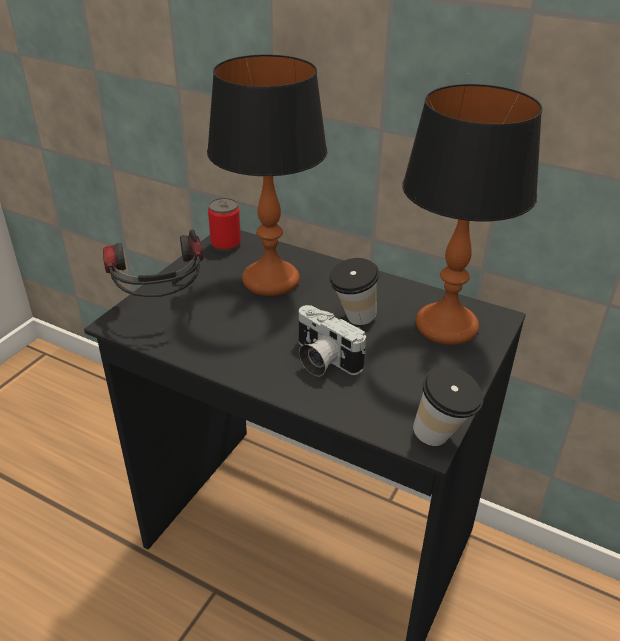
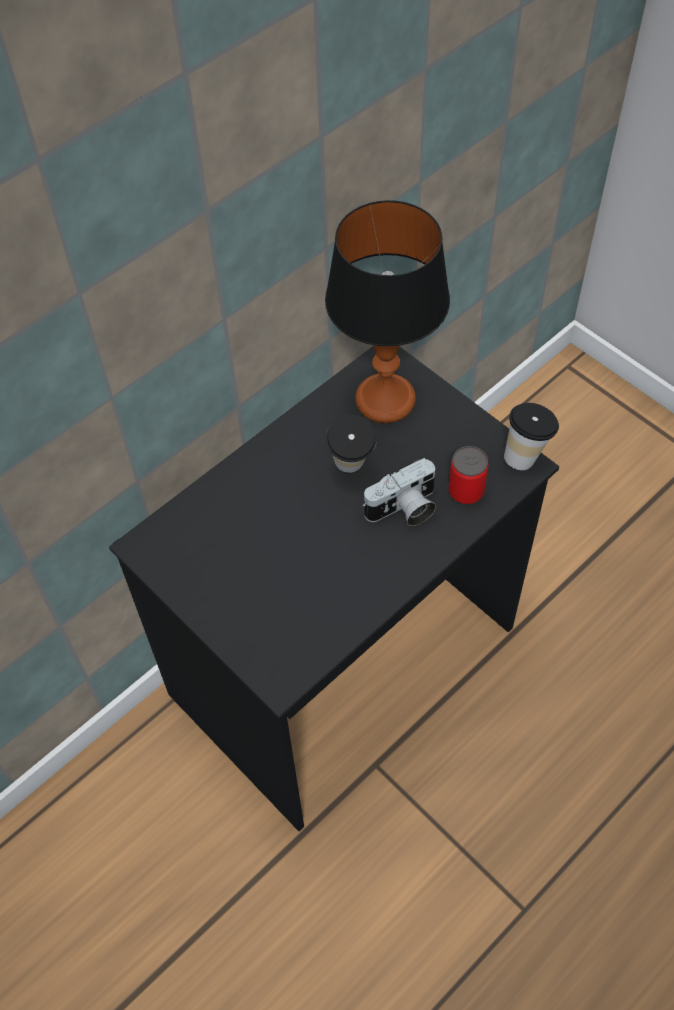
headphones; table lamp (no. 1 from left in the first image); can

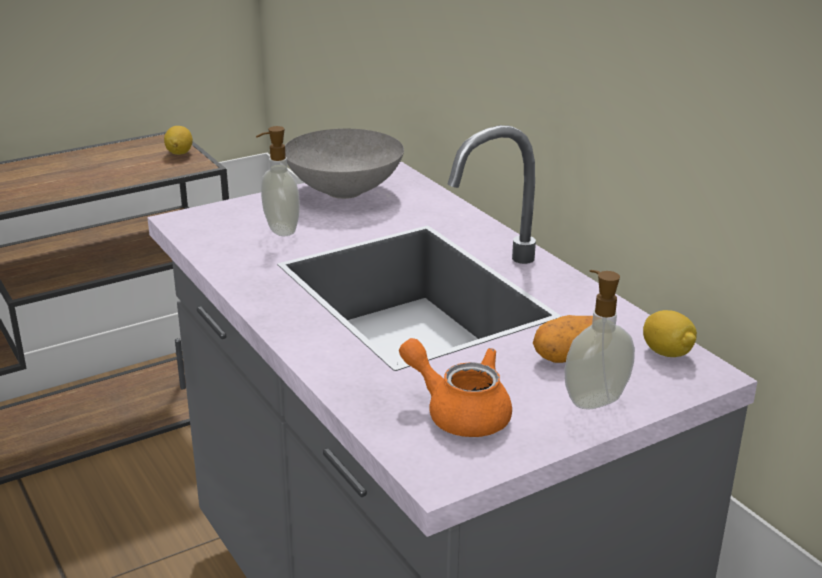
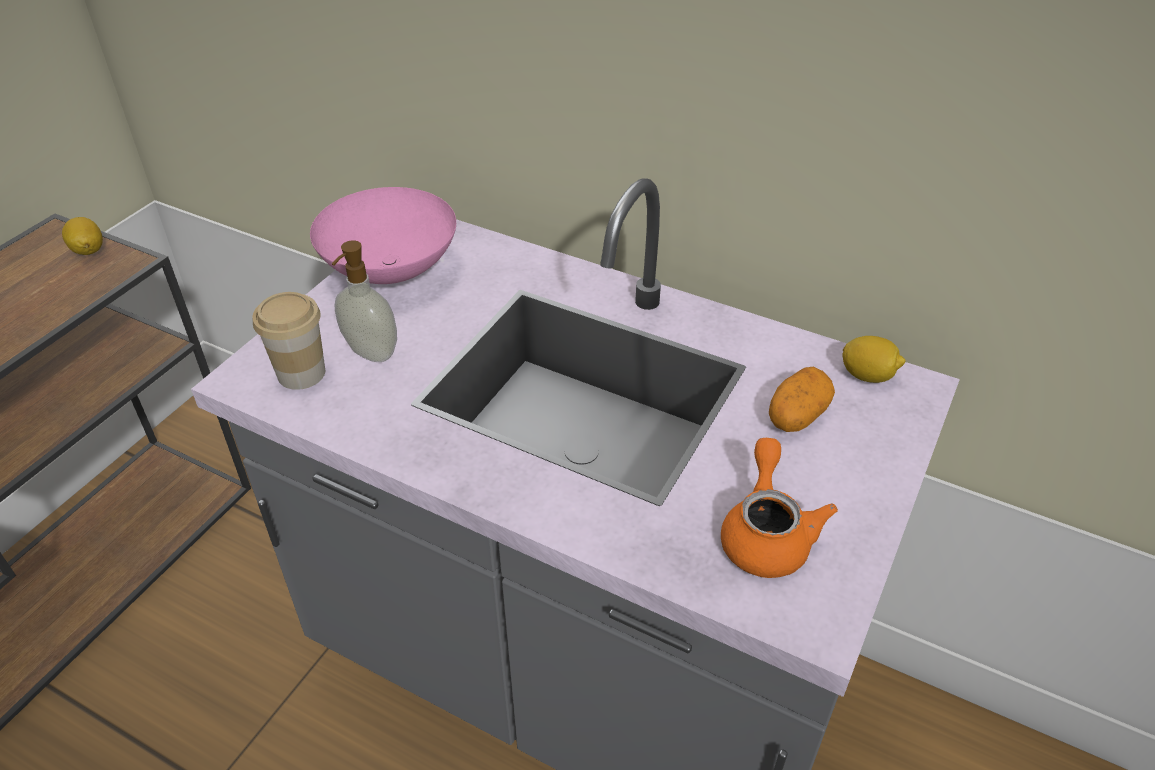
soap dispenser (no. 2 from left in the first image); cup; pink bowl; orange teapot

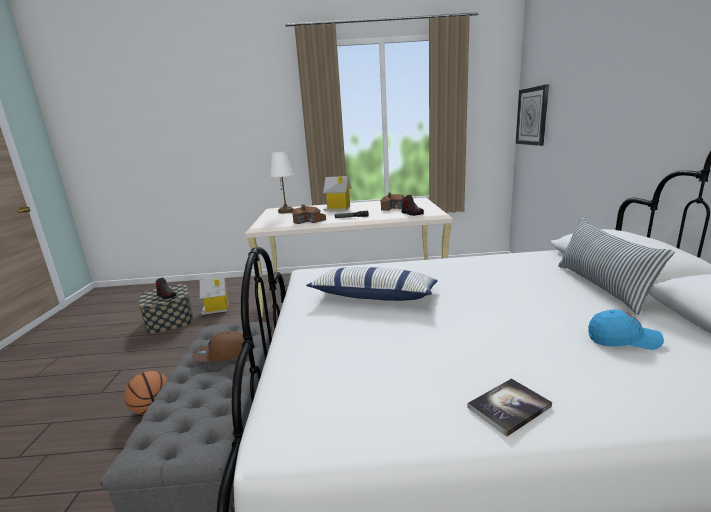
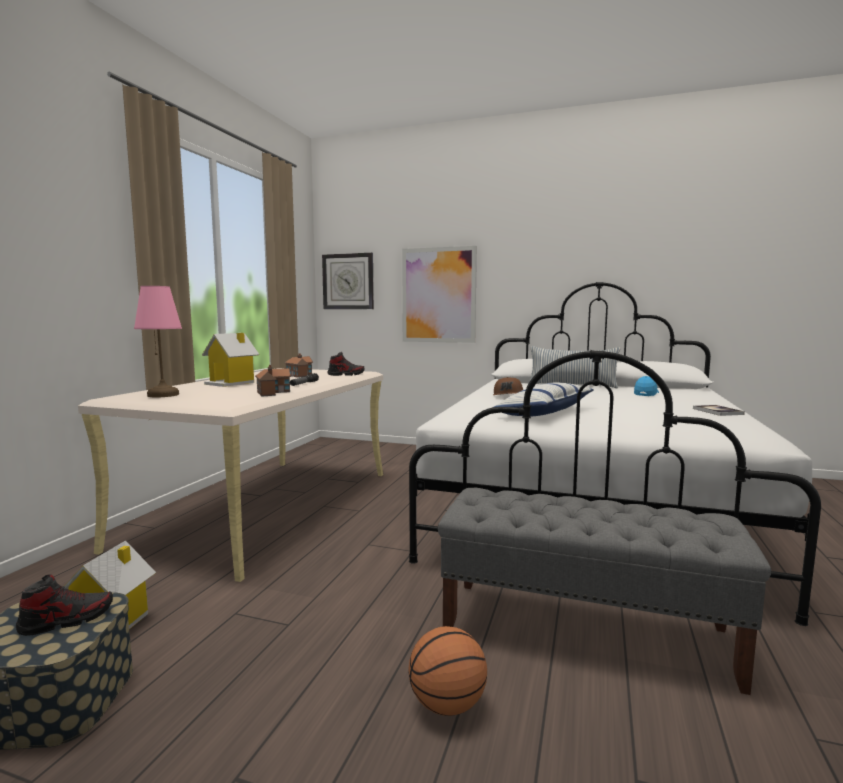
picture; brown cap; pink table lamp

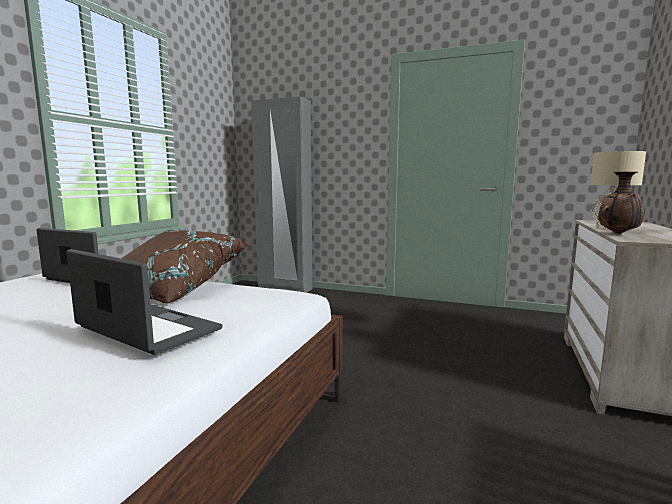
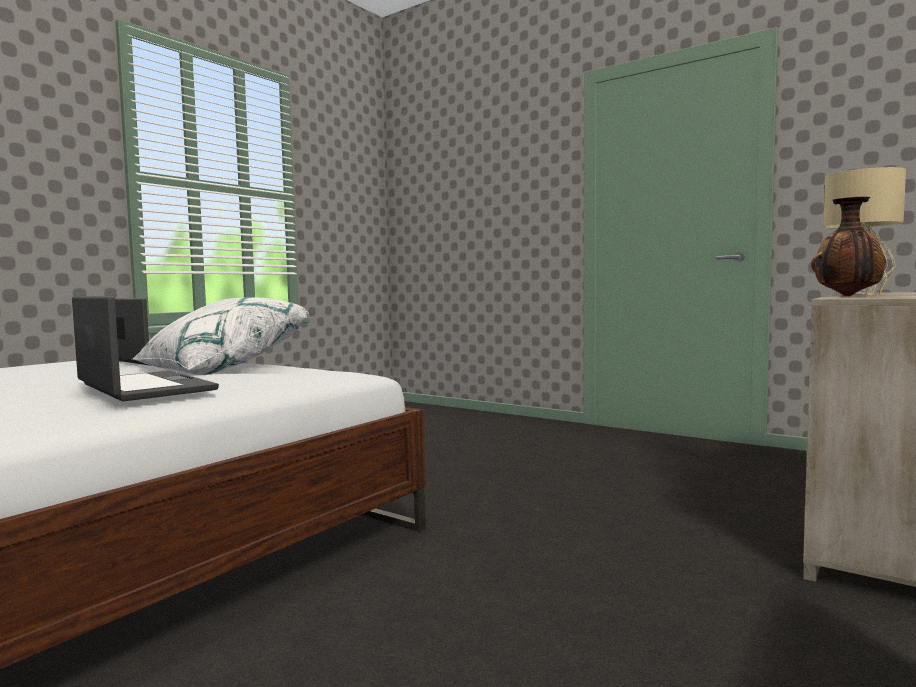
grey wardrobe; white pillow

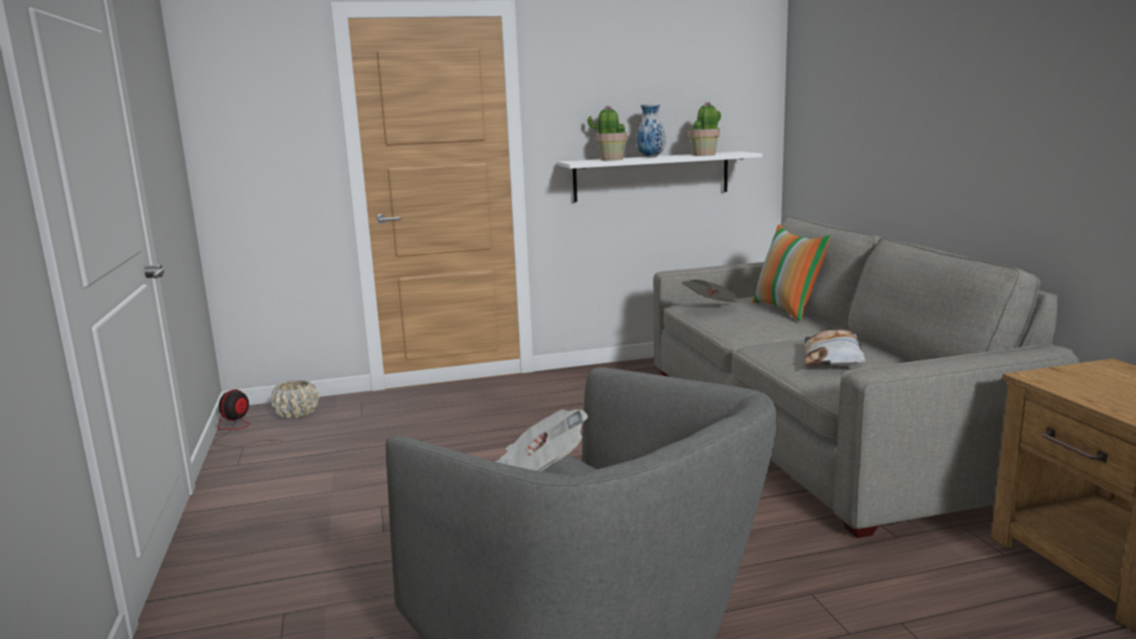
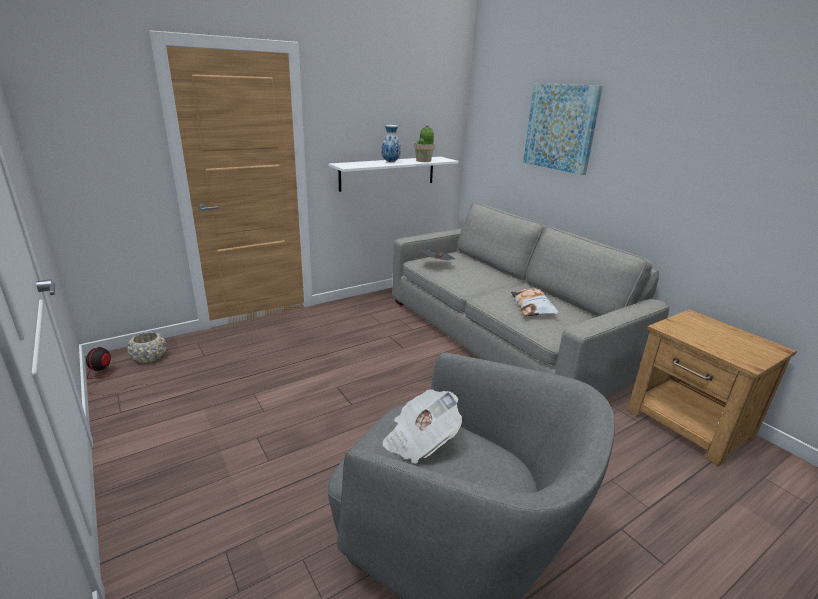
potted plant (no. 1 from left in the first image); pillow (no. 1 from left in the first image); picture

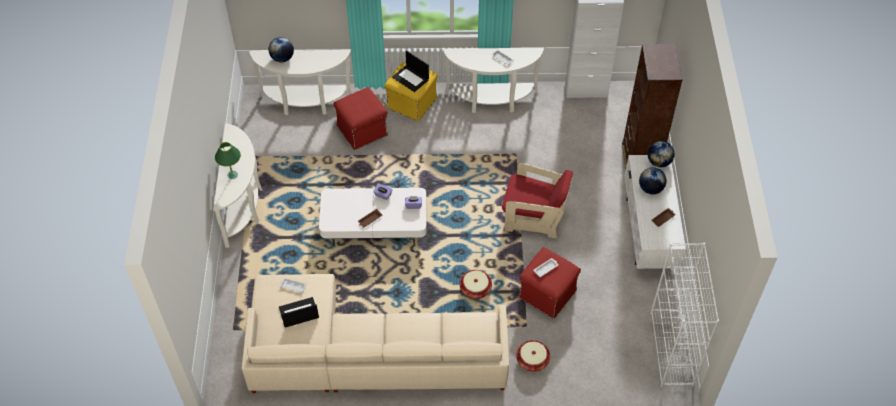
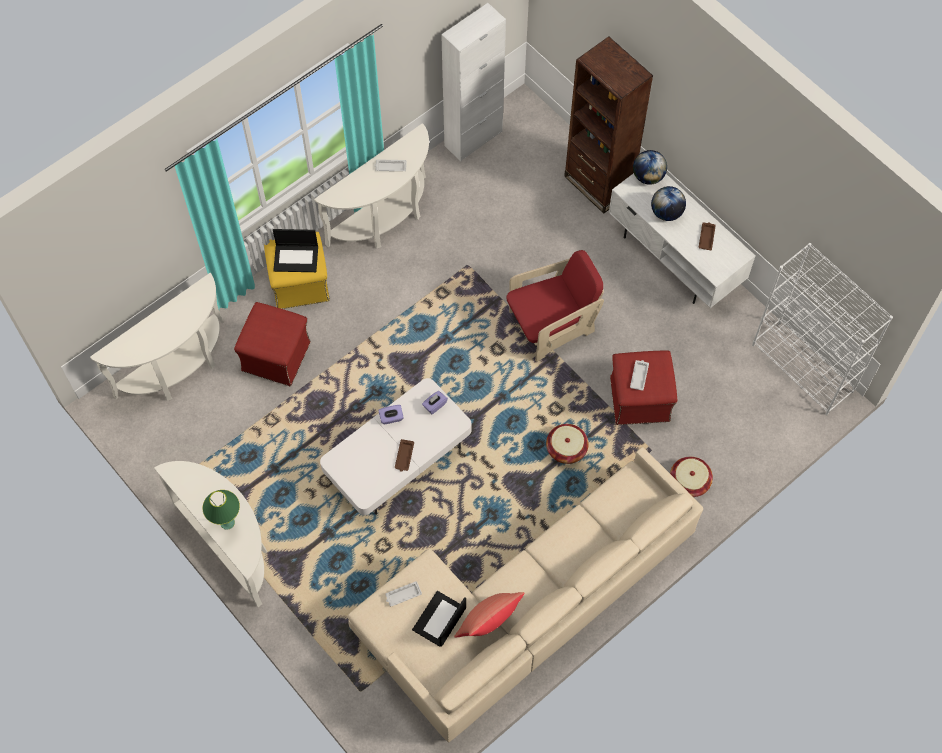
globe (no. 1 from left in the first image); red pillow

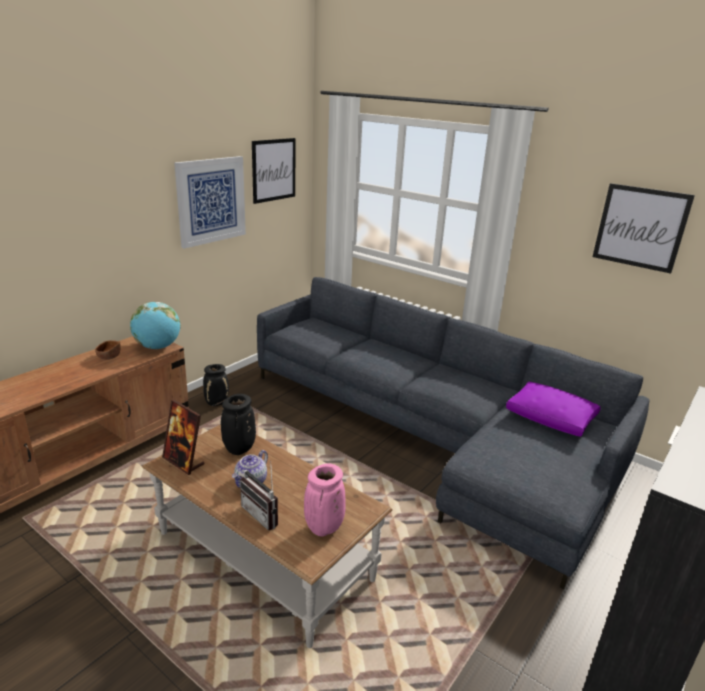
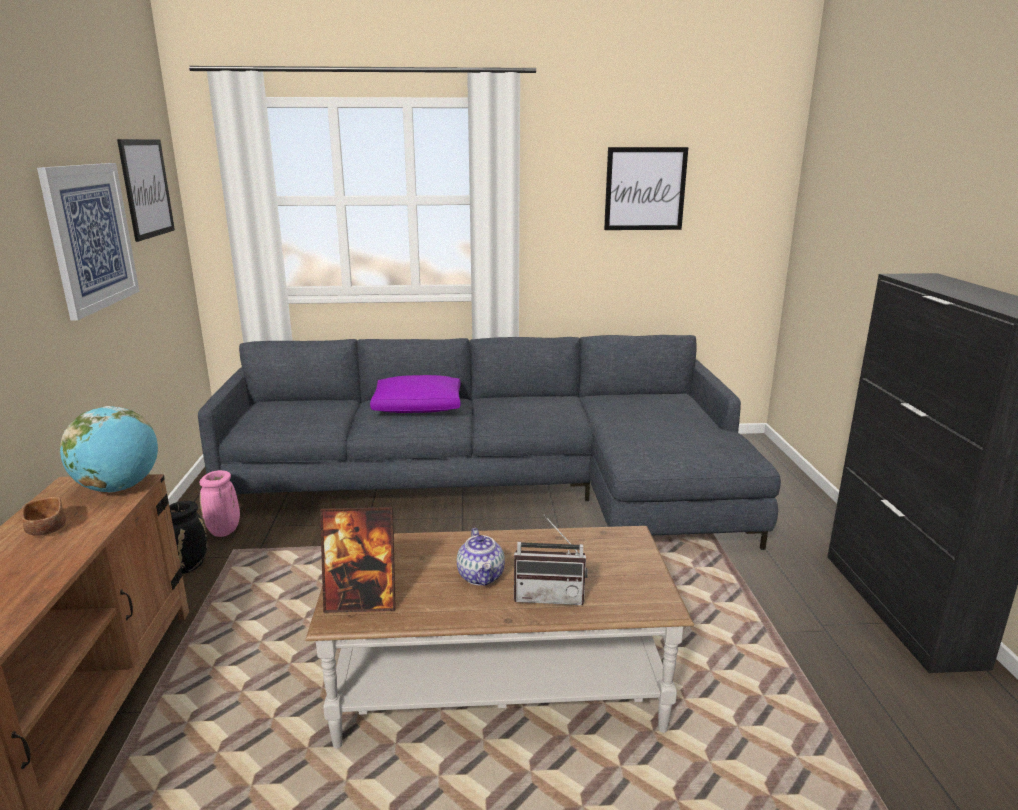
black vase (no. 2 from left in the first image); pink vase; purple pillow

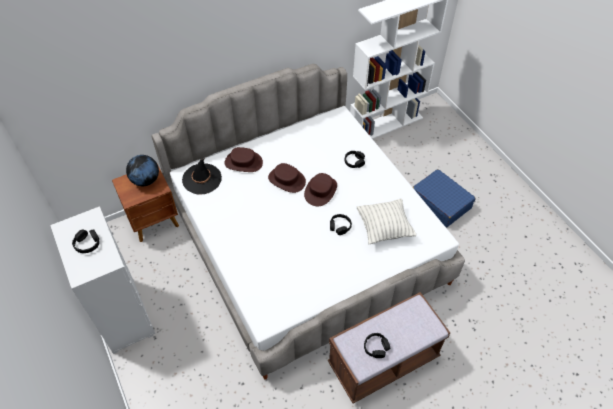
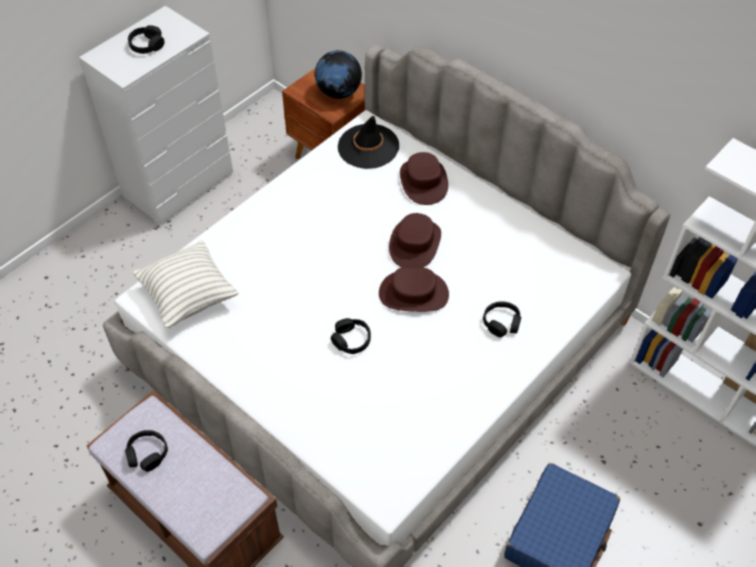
pillow

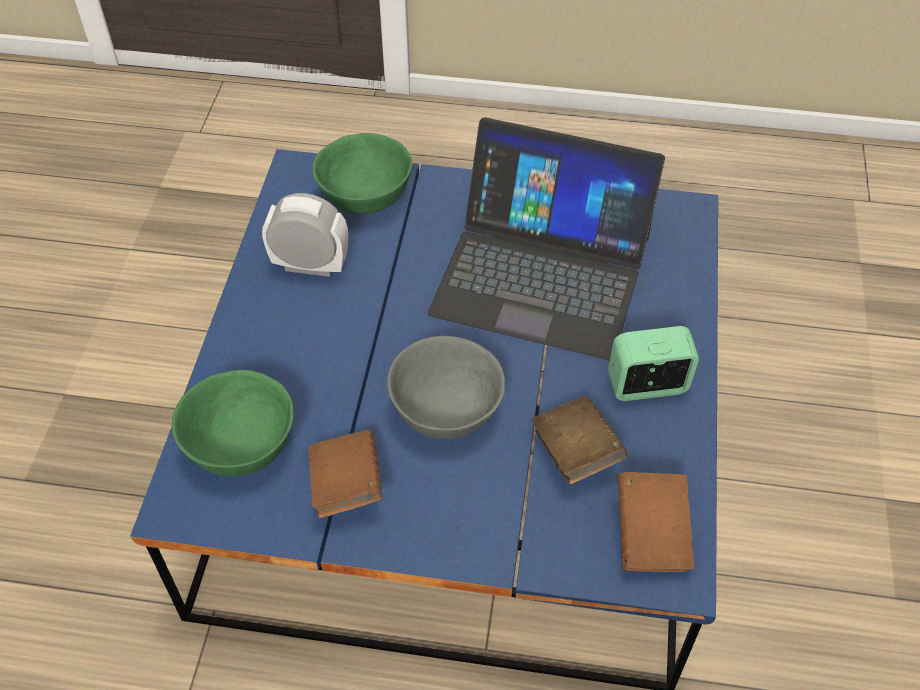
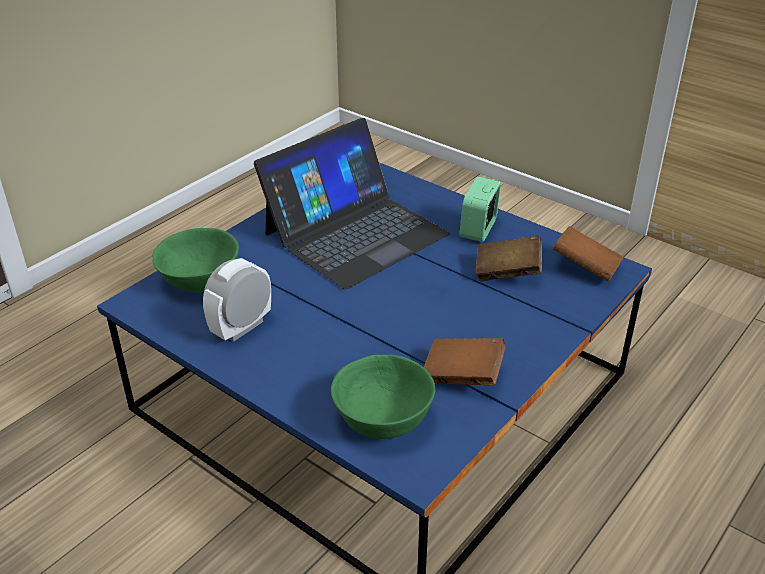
grey bowl

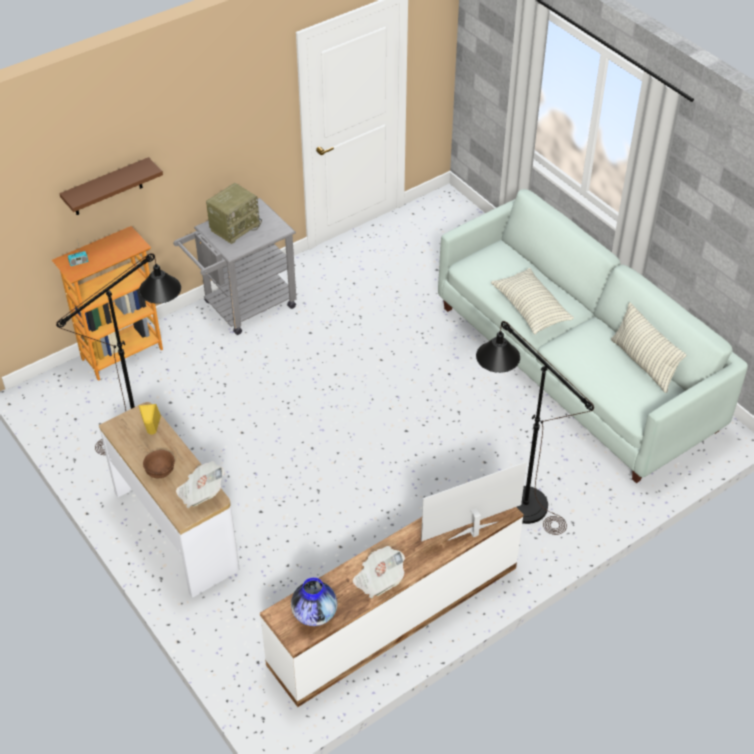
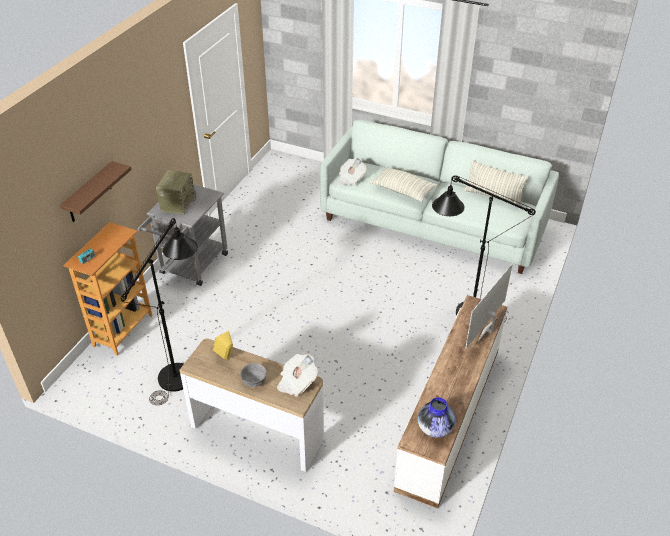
newspaper (no. 2 from left); grey bowl

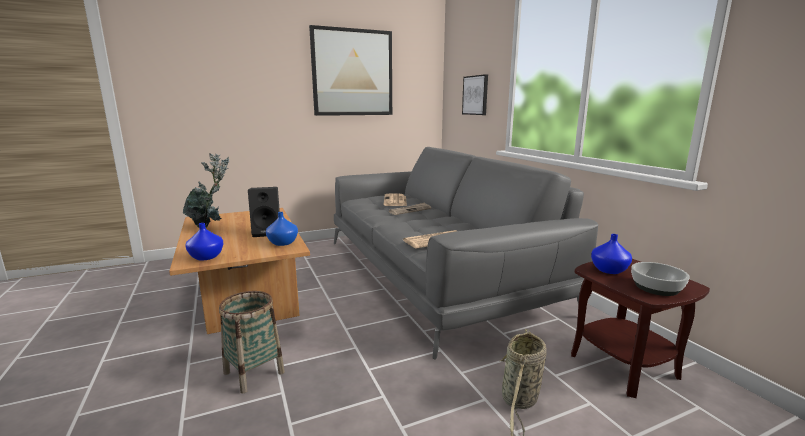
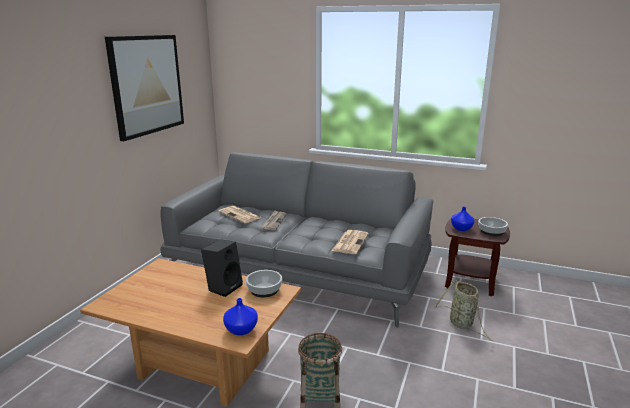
potted plant; picture (no. 2 from left in the first image); bowl (no. 1 from left)

